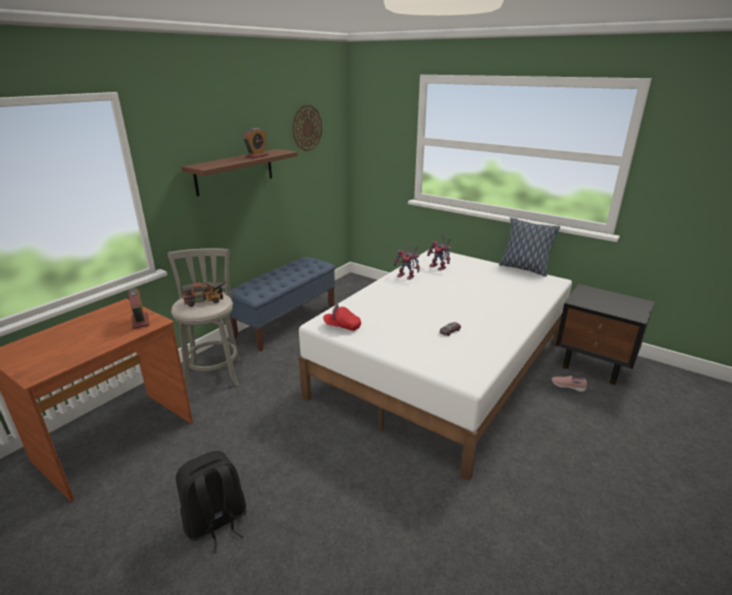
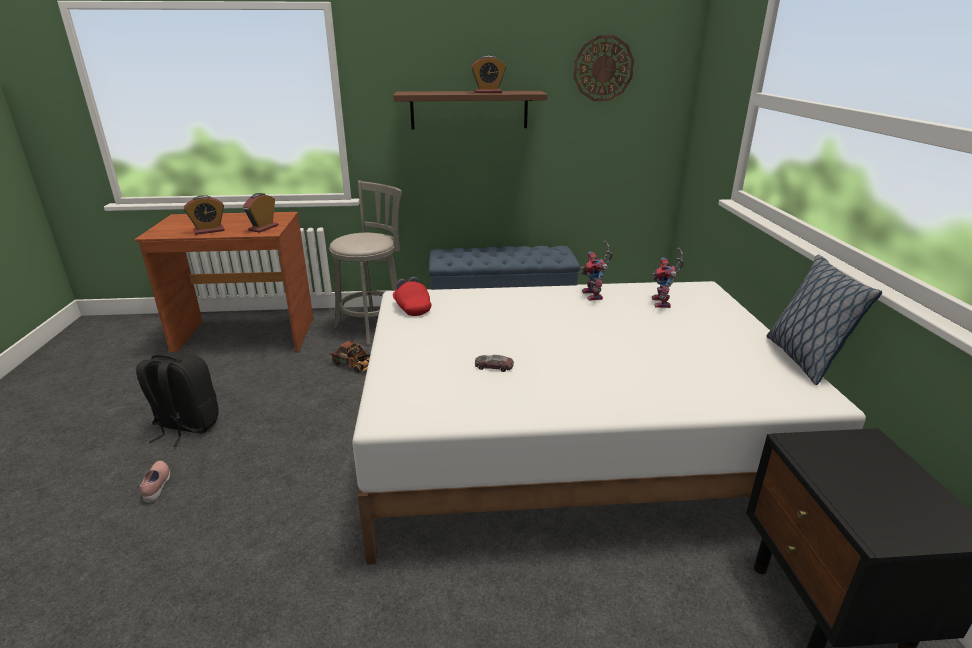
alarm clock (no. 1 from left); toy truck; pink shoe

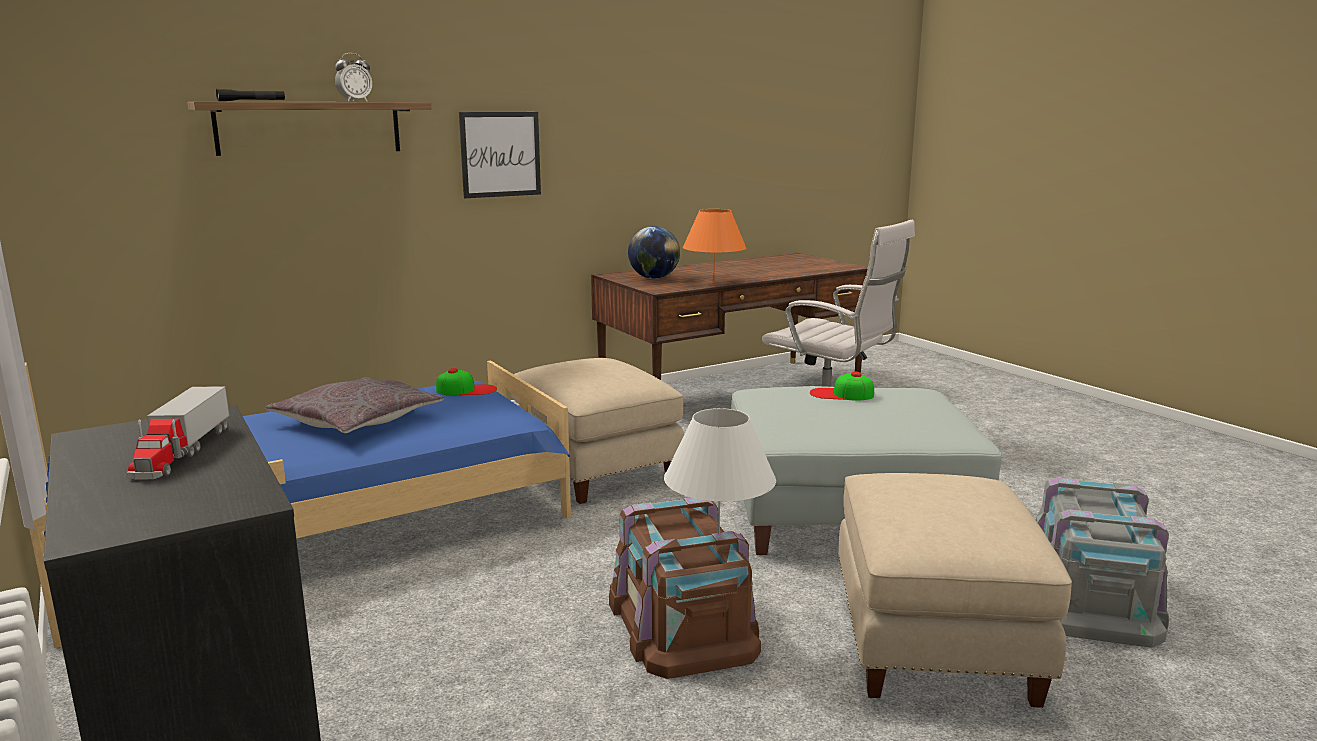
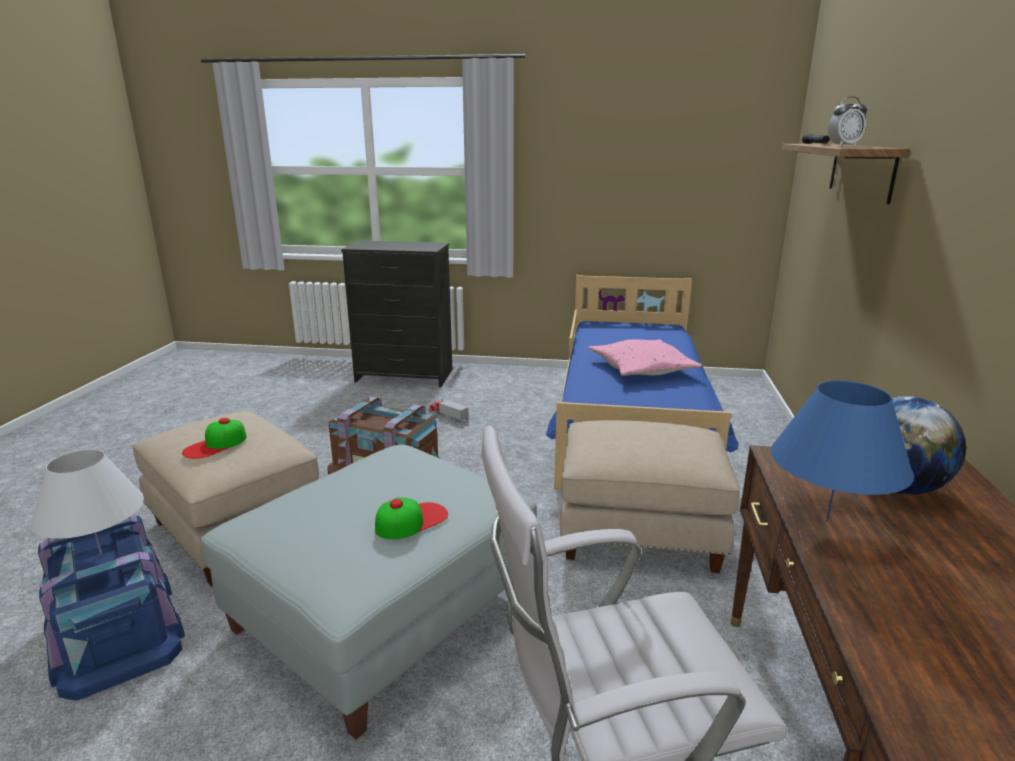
picture; toy truck; cap (no. 1 from left); white table lamp; pink pillow; blue table lamp; blue storage box; alarm clock

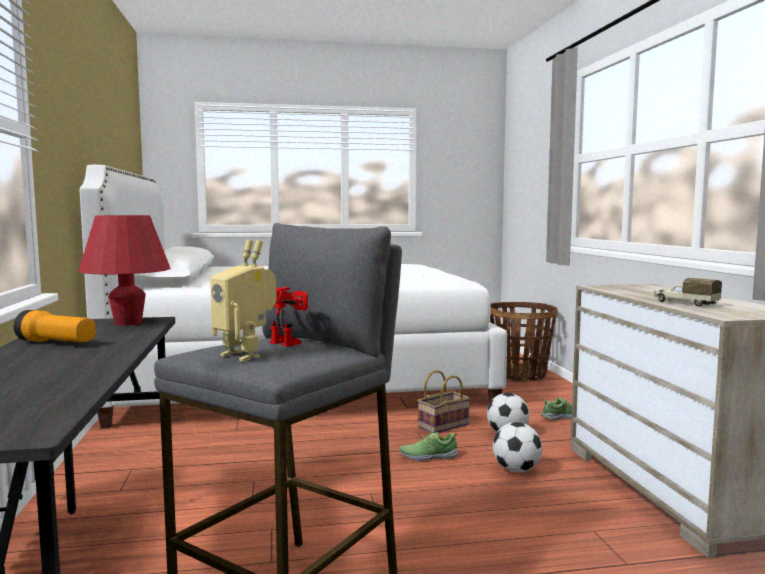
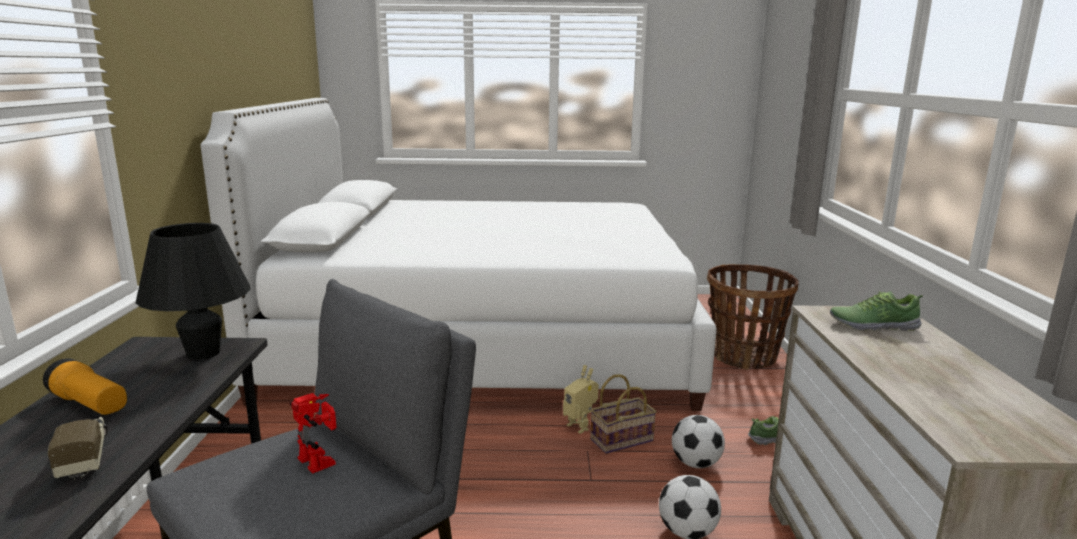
toy robot (no. 2 from left); shoe (no. 2 from left); toy truck; black table lamp

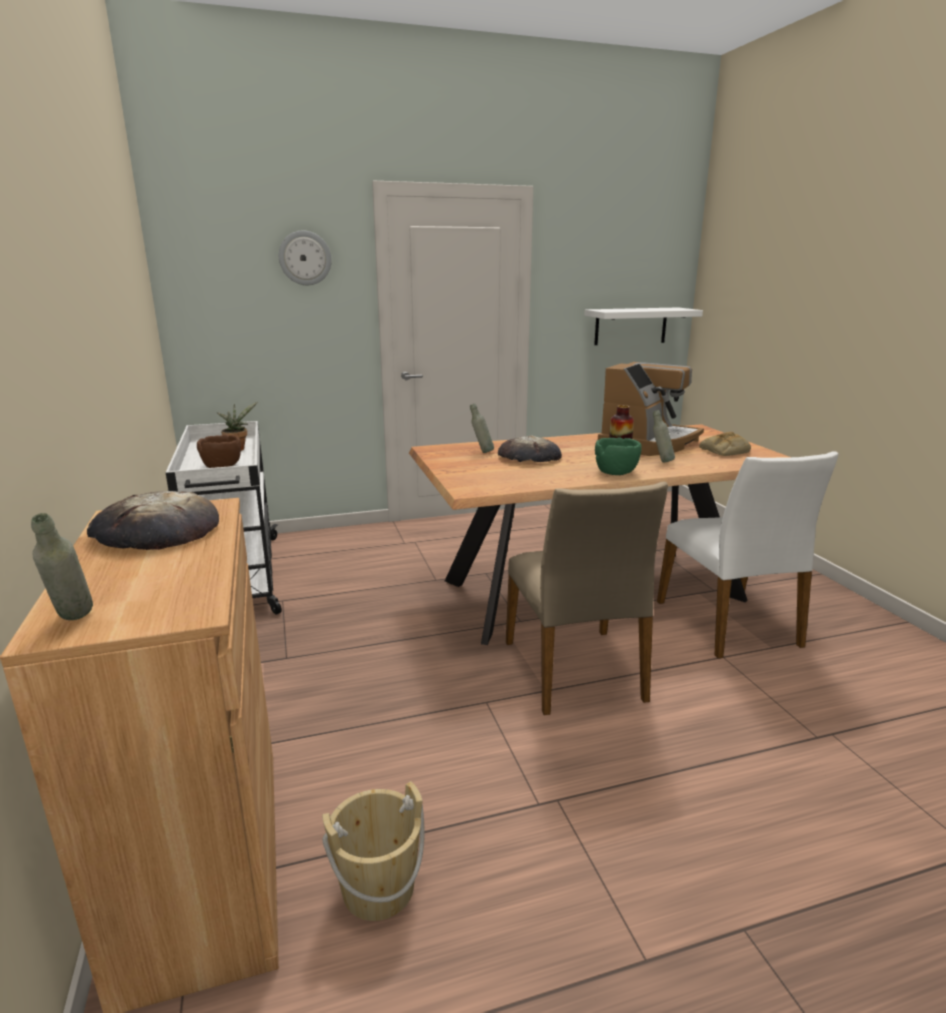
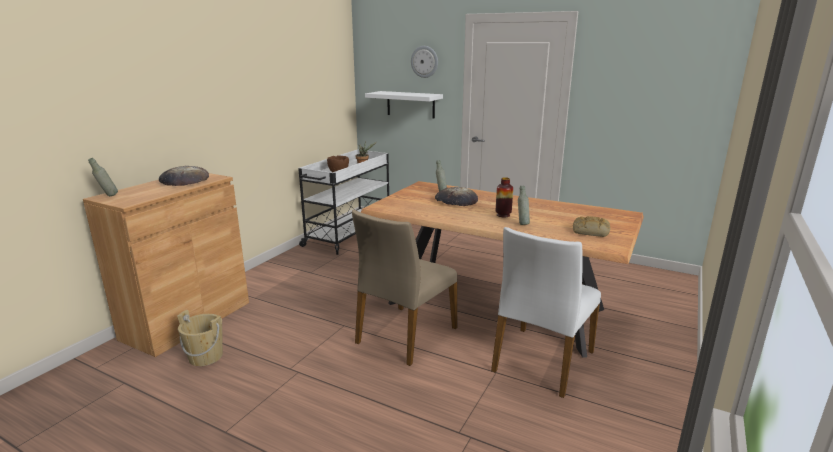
green bowl; coffee machine; white shelf

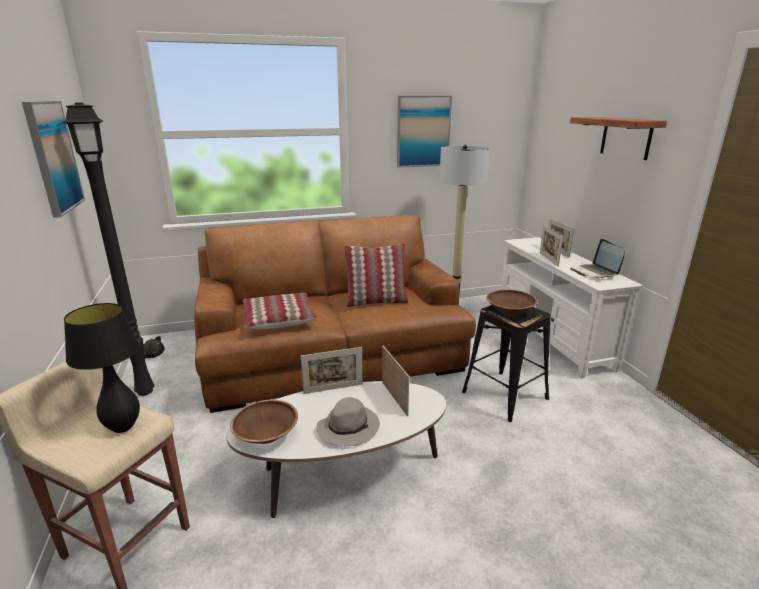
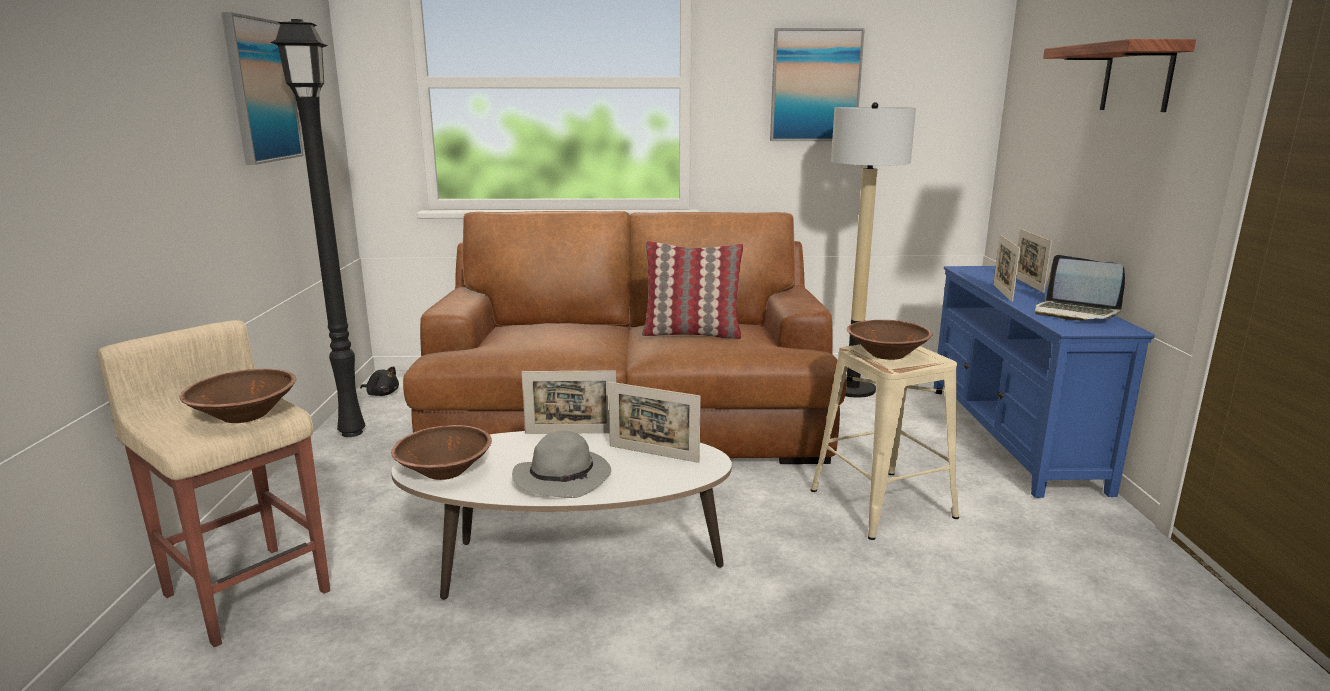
pillow (no. 1 from left in the first image); brown bowl (no. 1 from left); beige stool (no. 2 from left); blue tv stand; picture frame (no. 2 from left); laptop

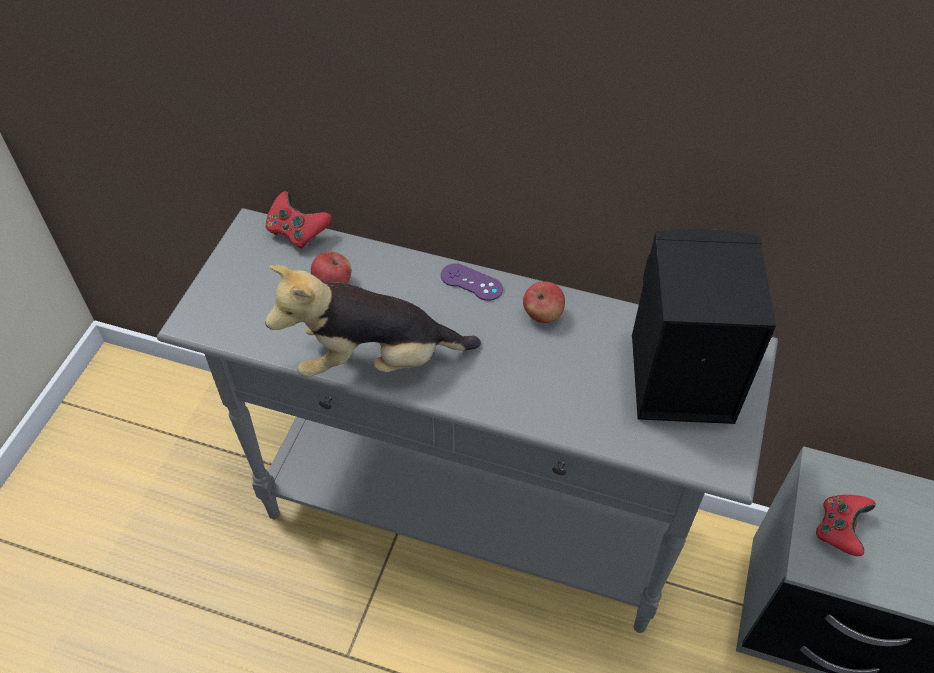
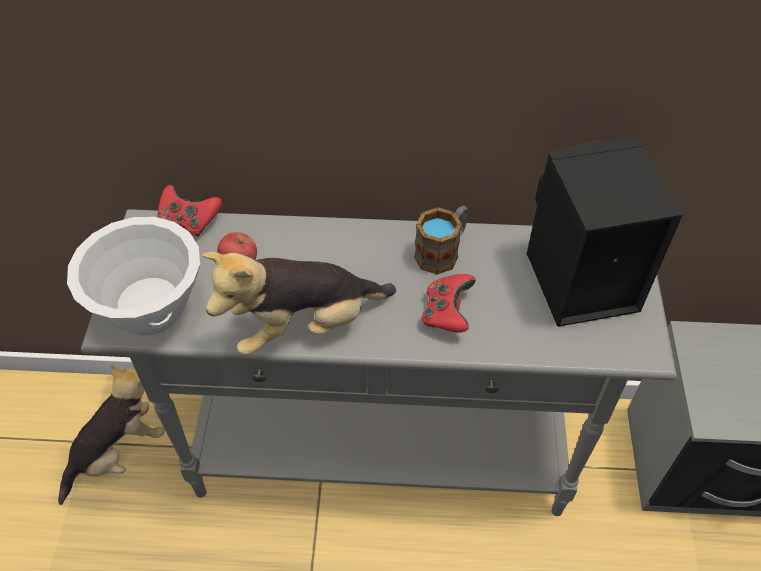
purple game controller; plush toy (no. 1 from left); white bowl; red game controller (no. 2 from left); mug

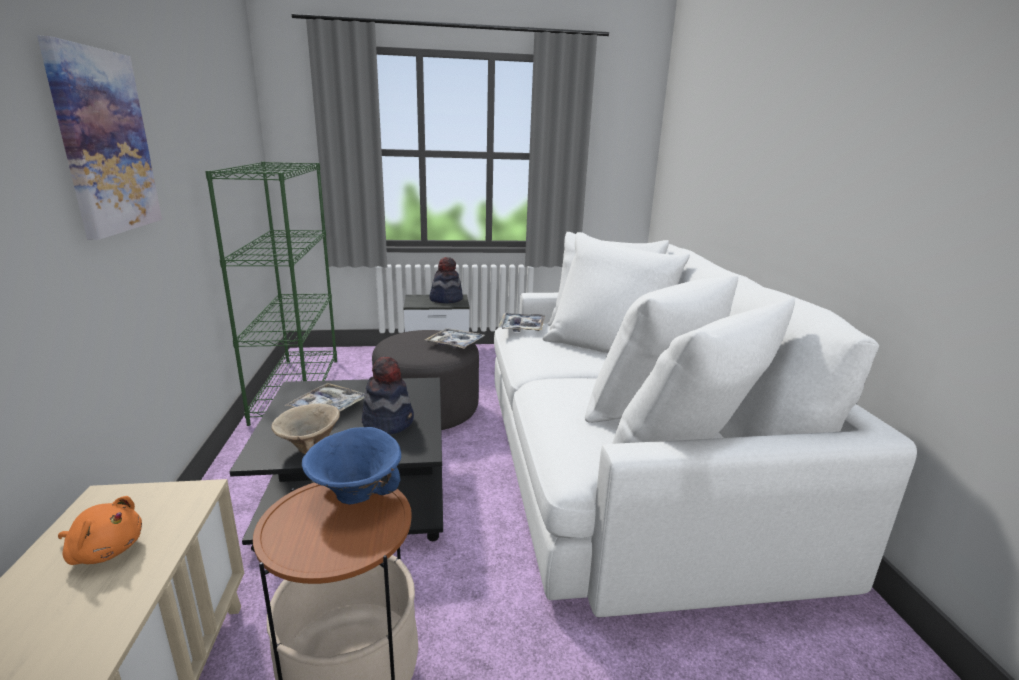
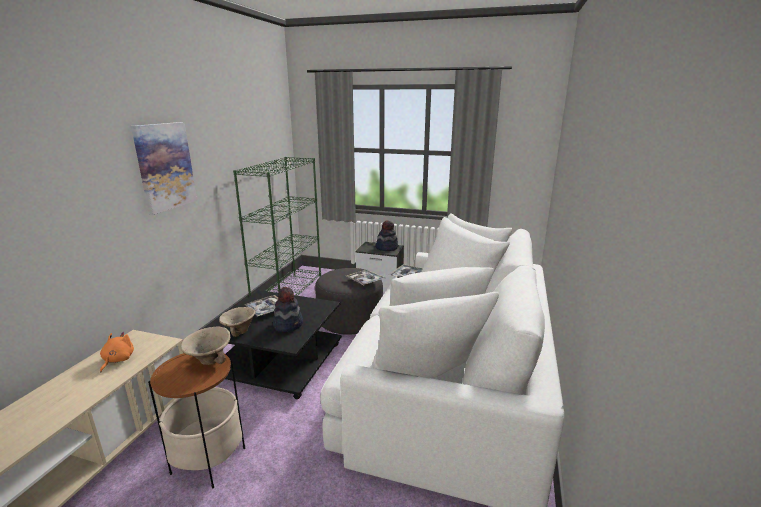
beige bowl (no. 1 from left); orange plush toy

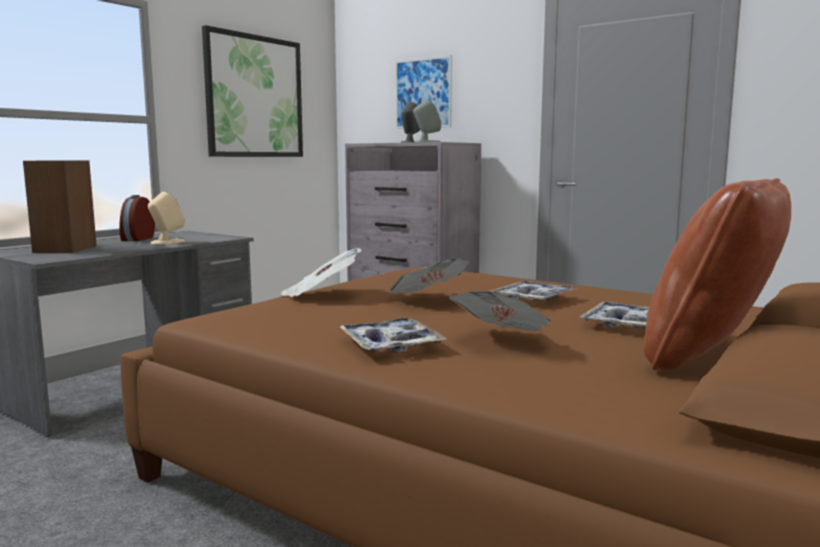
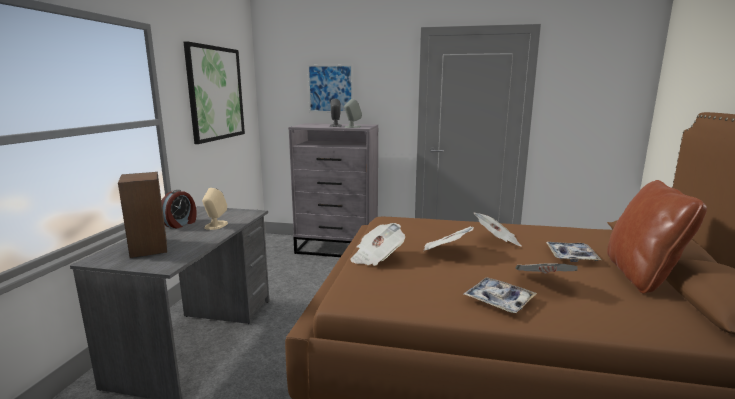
newspaper (no. 3 from left); alarm clock

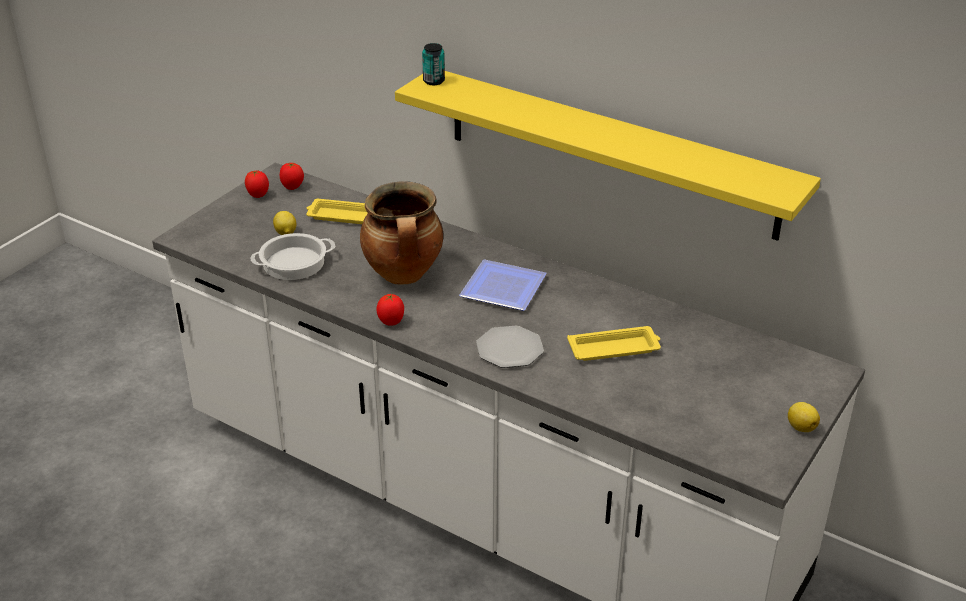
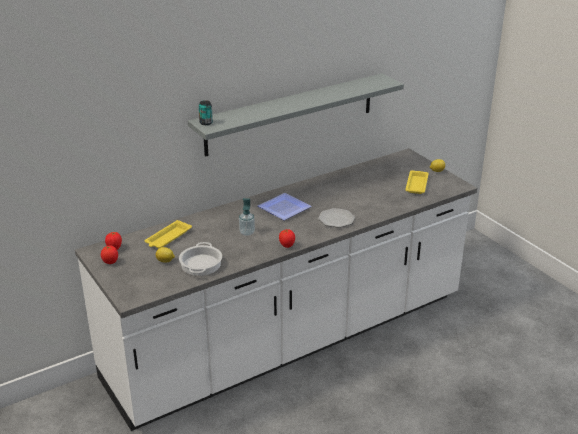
yellow tray (no. 2 from left); soap dispenser; grey shelf

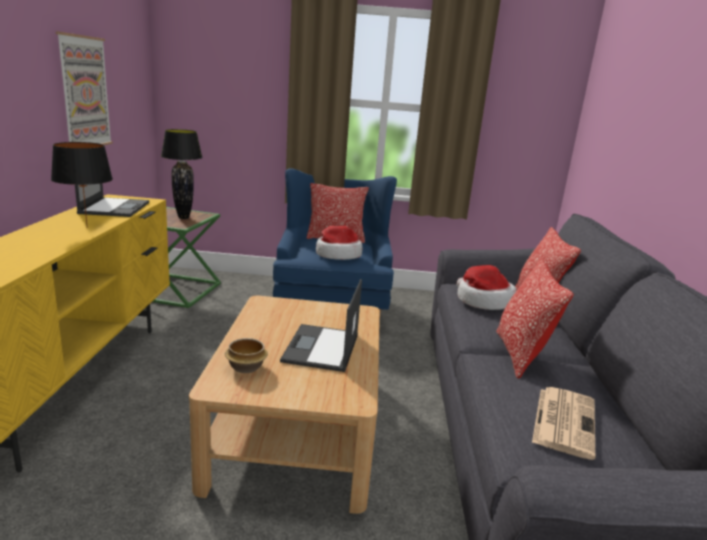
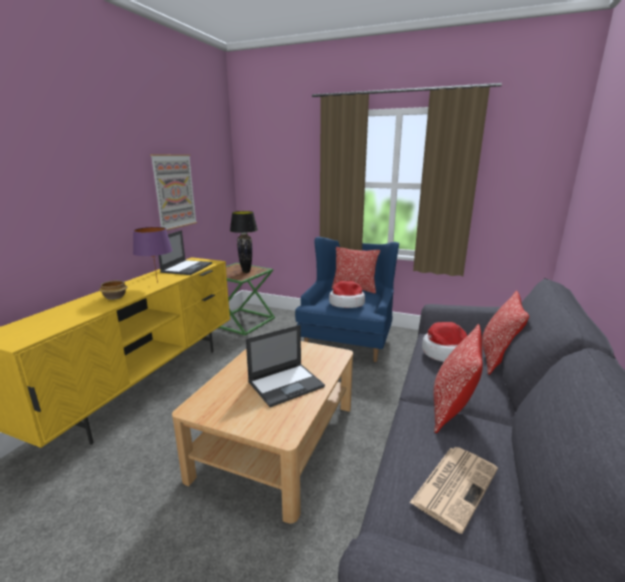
bowl; purple table lamp; laptop (no. 2 from left)

